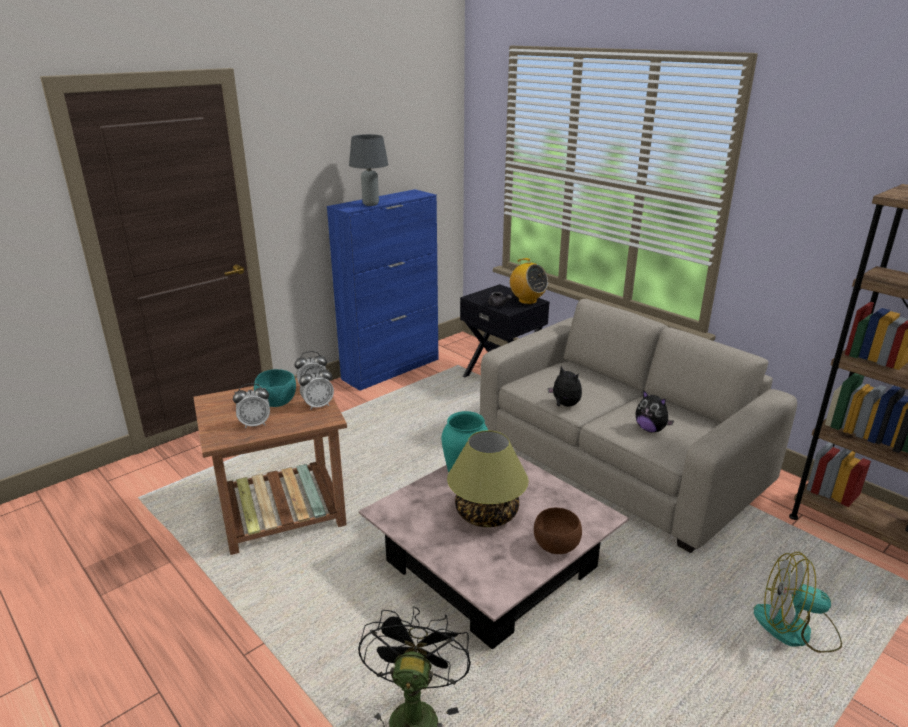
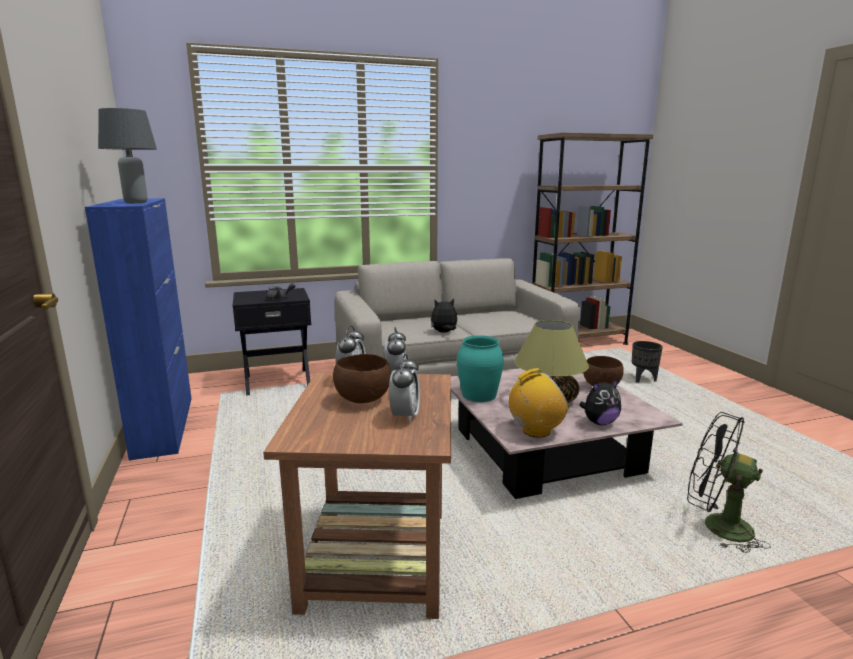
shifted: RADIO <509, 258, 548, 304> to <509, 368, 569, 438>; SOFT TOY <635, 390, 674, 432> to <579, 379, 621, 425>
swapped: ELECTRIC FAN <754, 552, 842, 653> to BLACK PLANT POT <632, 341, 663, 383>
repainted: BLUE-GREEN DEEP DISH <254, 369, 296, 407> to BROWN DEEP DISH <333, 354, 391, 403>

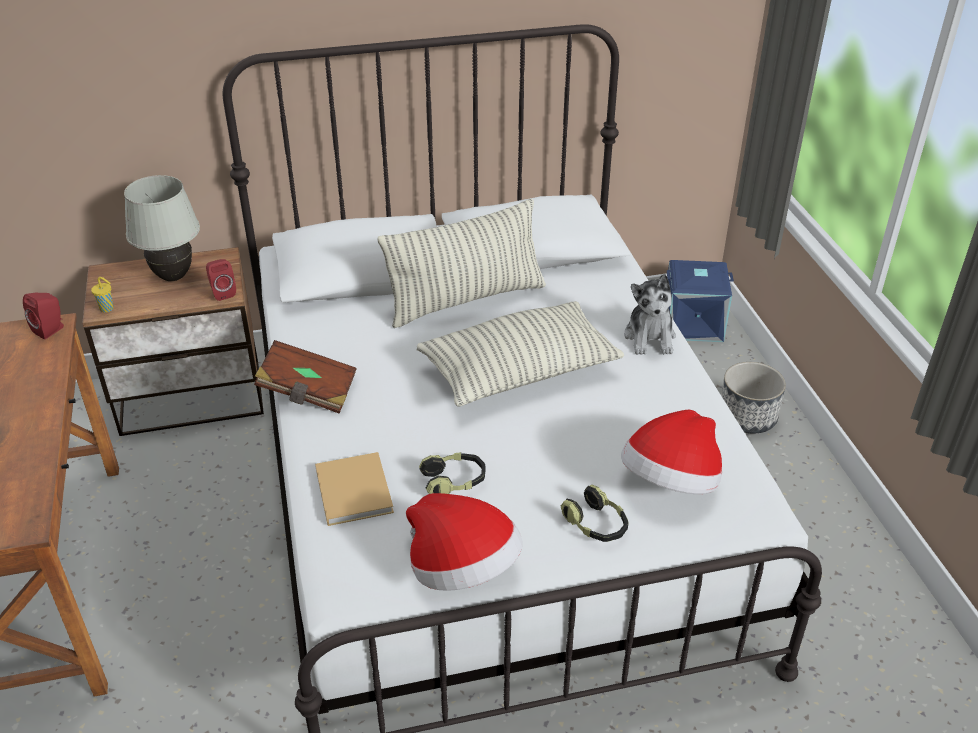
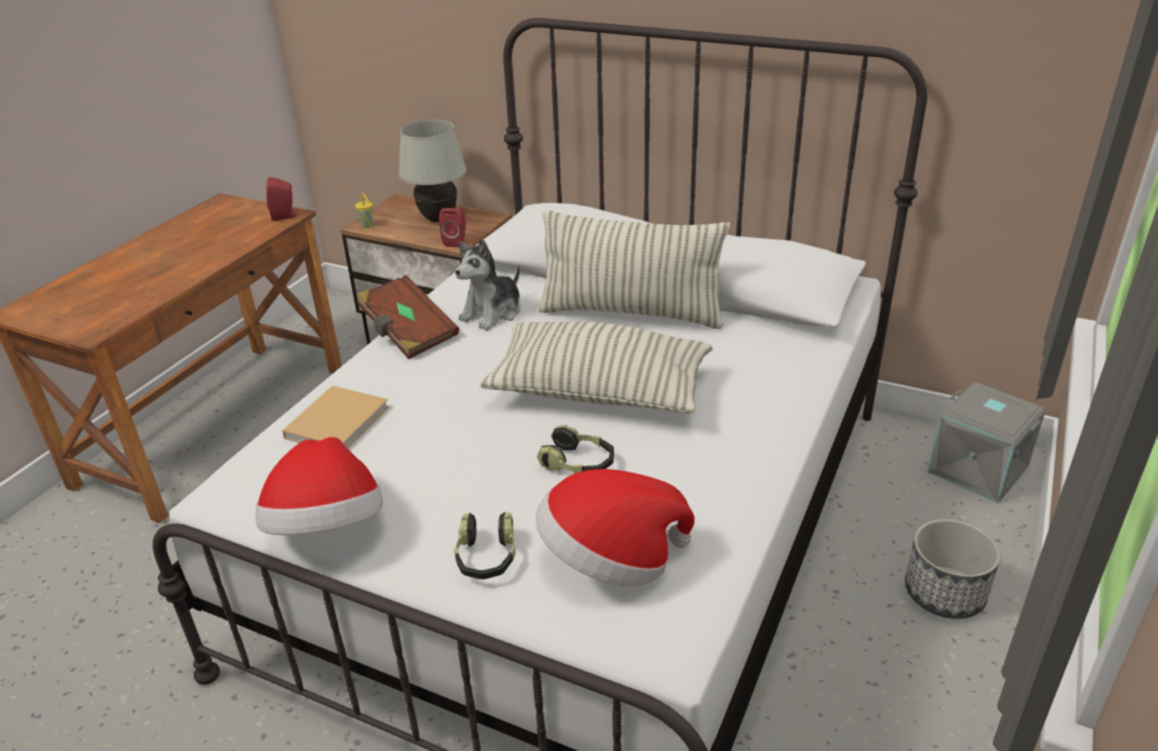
shifted: SOFT TOY <624, 274, 676, 355> to <455, 239, 520, 330>; HEADSET <419, 452, 486, 494> to <537, 425, 614, 473>
repainted: BLUE STORAGE CONTAINER <667, 260, 734, 342> to GREY STORAGE CONTAINER <927, 382, 1046, 503>

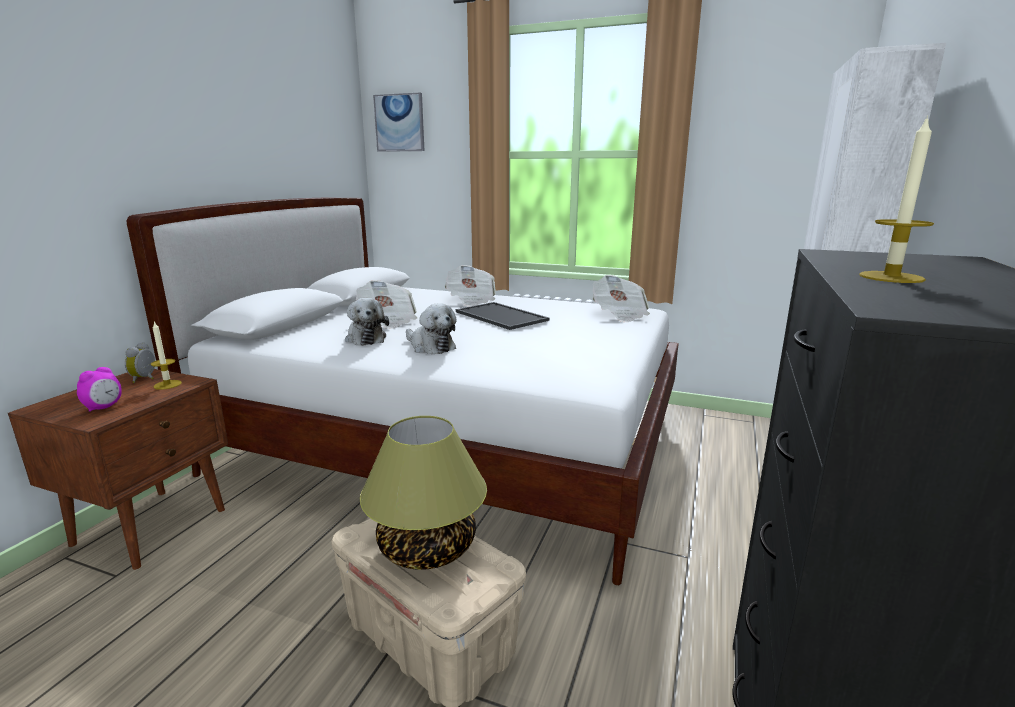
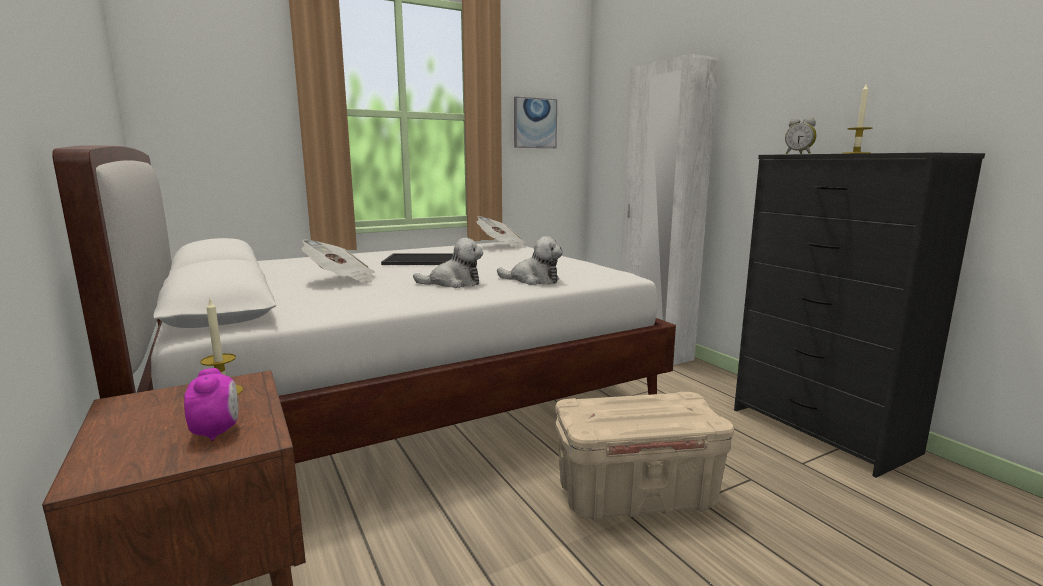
gone: LAMP FOR A TABLE <360, 416, 487, 570>; DAILY PAPER <445, 265, 496, 307>
shifted: SOFT TOY <345, 298, 389, 346> to <497, 236, 563, 285>; PICTURE <373, 93, 425, 152> to <514, 97, 557, 148>; ALARM CLOCK <125, 342, 155, 383> to <785, 118, 816, 154>

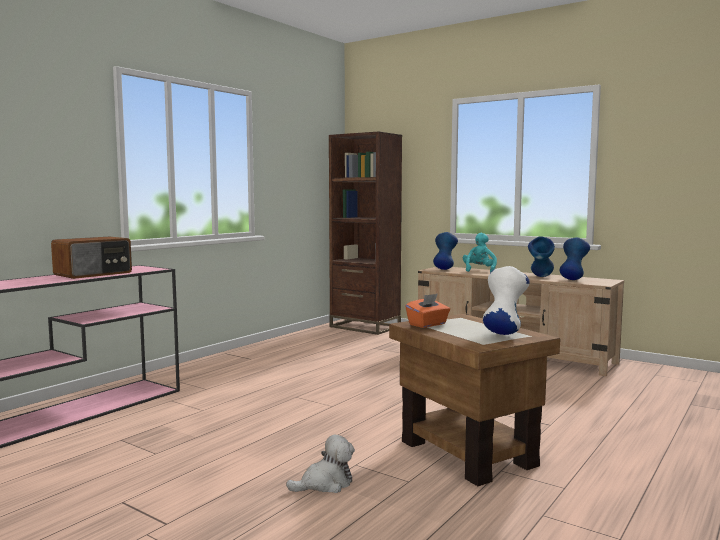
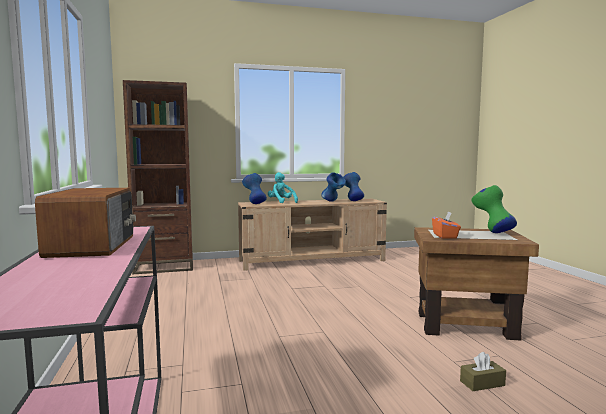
swapped: SOFT TOY <286, 435, 355, 493> to BROWN TISSUE HOLDER <460, 352, 506, 391>
repainted: WHITE DECORATIVE VASE <483, 266, 530, 335> to GREEN-COLOURED DECORATIVE VASE <471, 185, 517, 233>

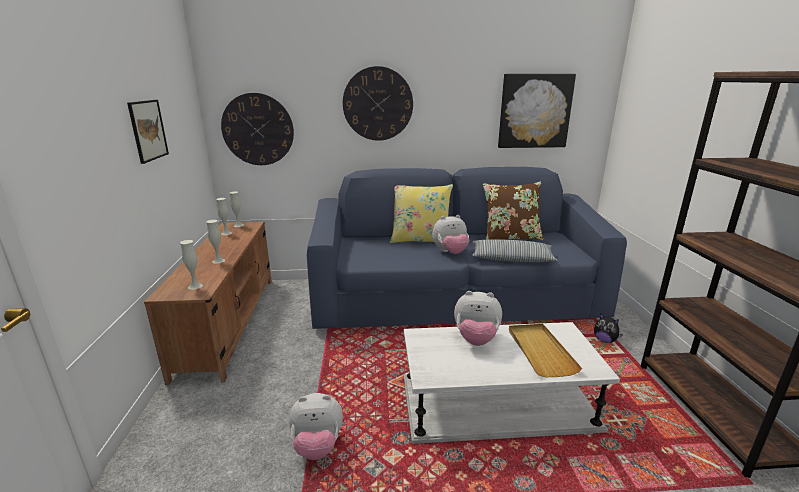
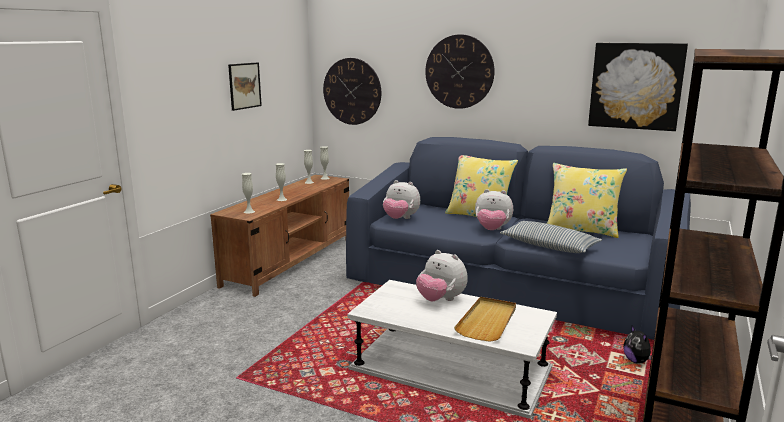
shifted: SOFT TOY <289, 393, 343, 460> to <383, 180, 420, 219>
repainted: BROWN CUSHION <483, 182, 544, 240> to YELLOWISH CUSHION <547, 163, 627, 238>

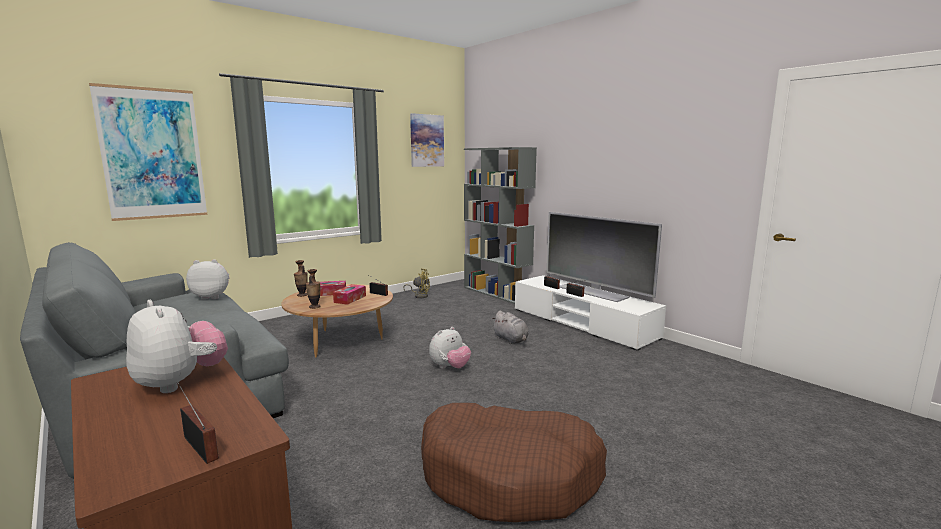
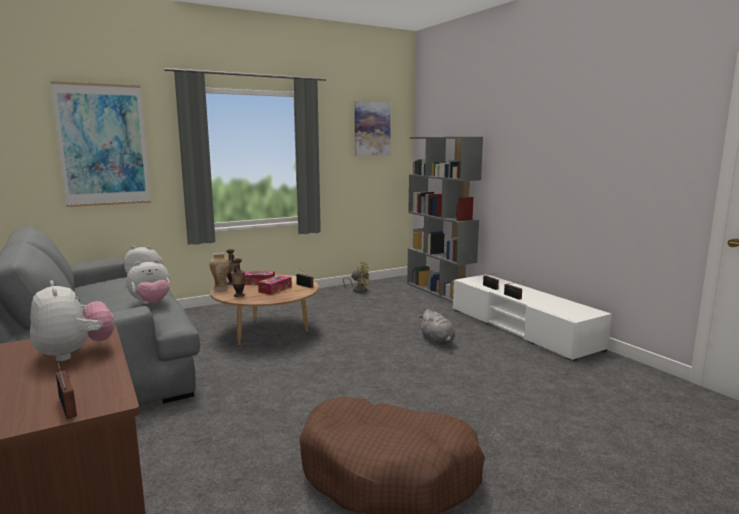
gone: TELEVISION <547, 212, 662, 302>
new: DECORATIVE VASE <209, 253, 229, 290>
shifted: SOFT TOY <429, 327, 471, 369> to <127, 259, 170, 304>

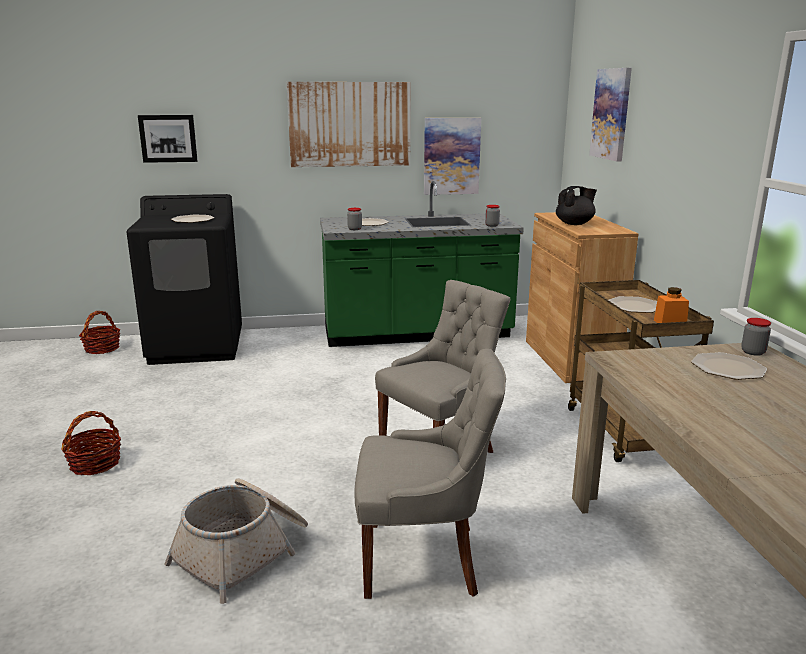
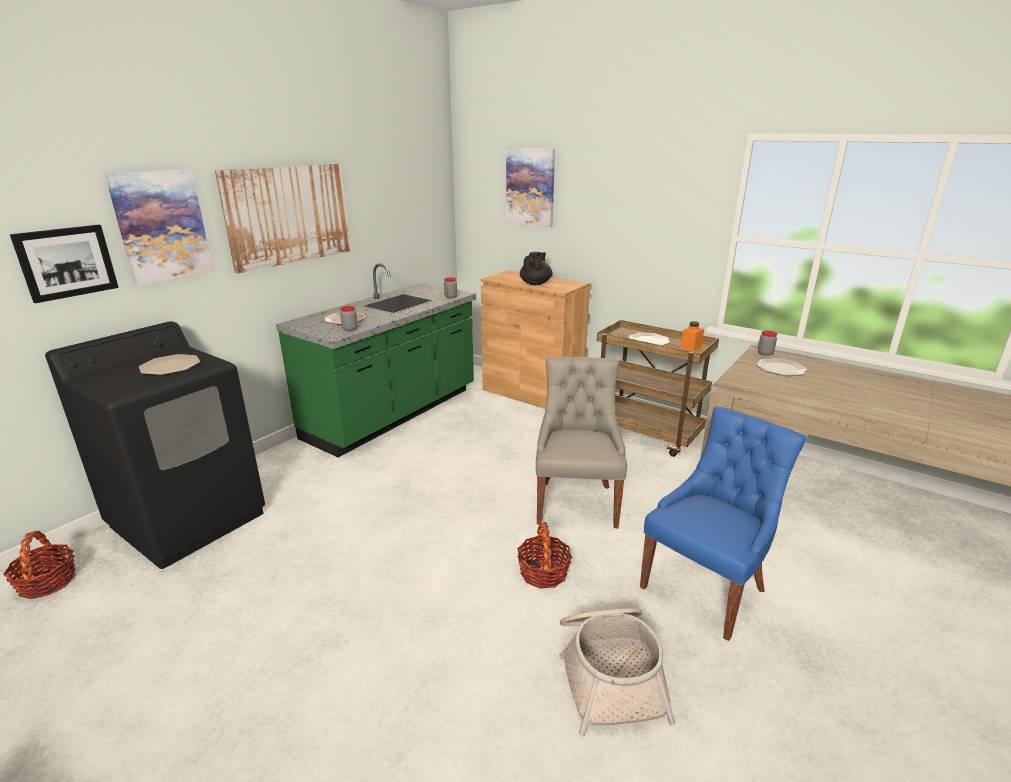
shifted: PICTURE <424, 118, 481, 195> to <105, 169, 213, 286>; HOUSEHOLD BASKET <61, 411, 121, 475> to <517, 522, 572, 589>
repainted: GREY CHAIR <354, 349, 506, 599> to BLUE CHAIR <640, 406, 807, 641>

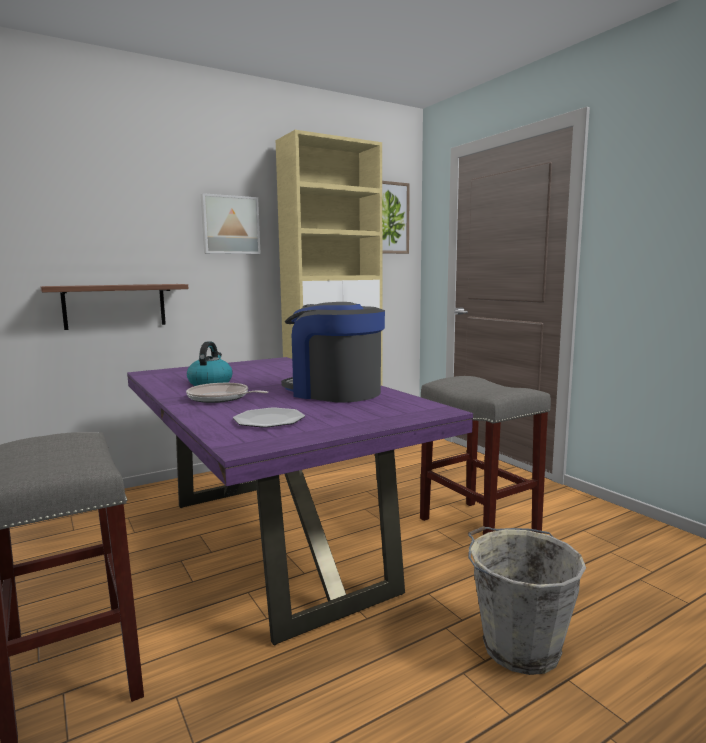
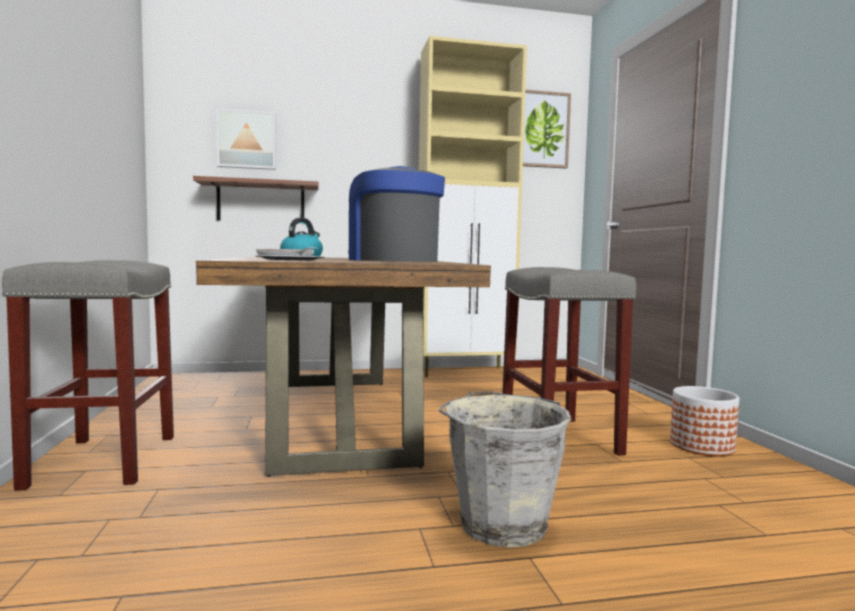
new: PLANT POT <670, 386, 739, 456>
shifted: PICTURE <201, 193, 261, 254> to <216, 108, 276, 170>
repainted: PURPLISH KITCHEN TABLE <127, 357, 473, 645> to BROWN KITCHEN TABLE <196, 256, 491, 477>

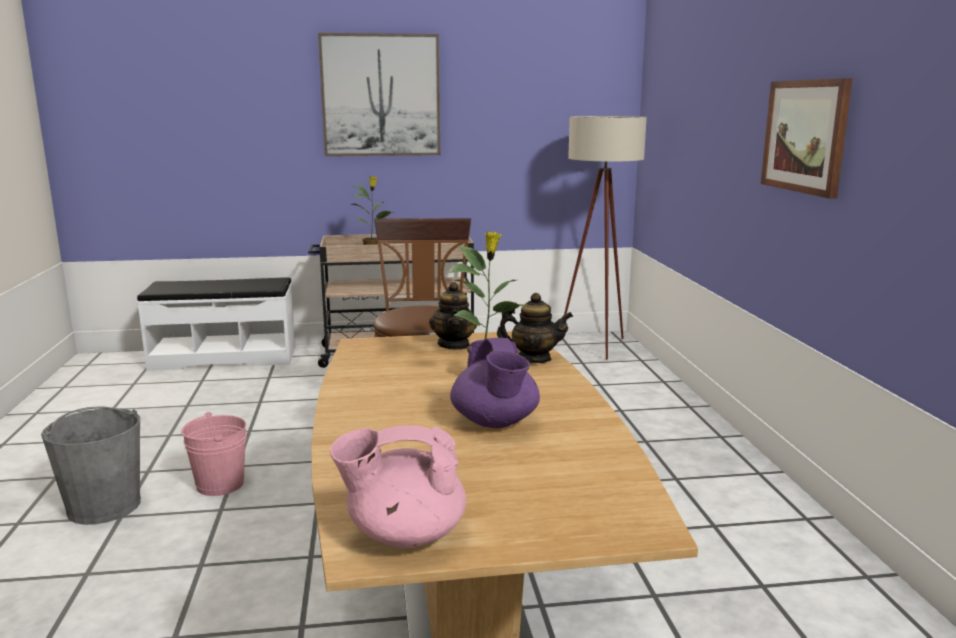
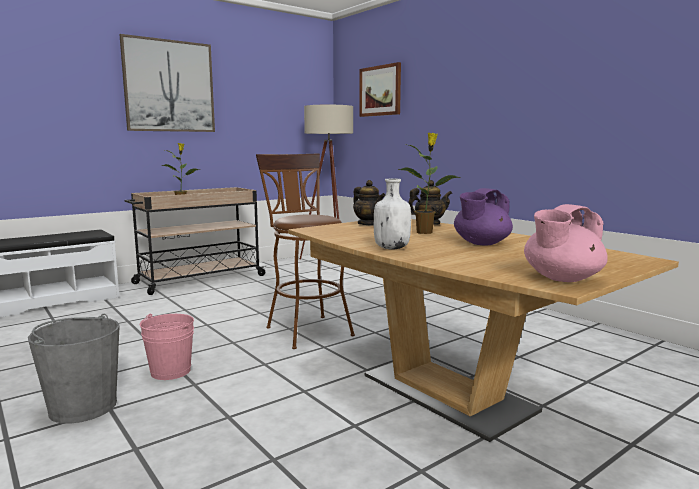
new: WHITE BOTTLE <374, 178, 411, 250>
shifted: PICTURE <761, 78, 853, 199> to <359, 62, 401, 117>
rotated: PURPLISH TEA POT <450, 338, 540, 428> = <454, 188, 513, 245> 90 degrees clockwise

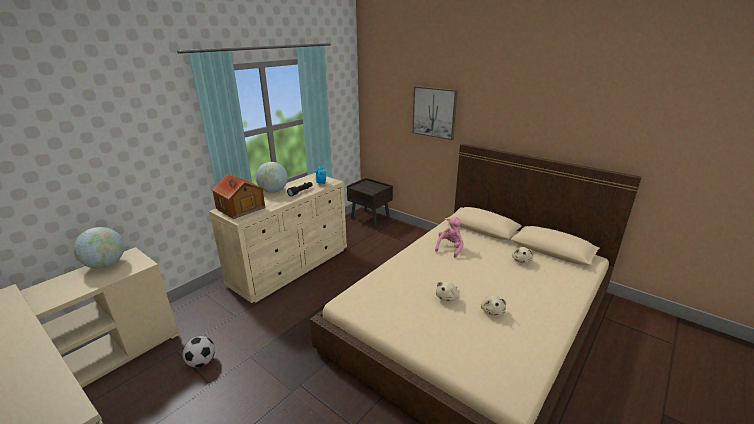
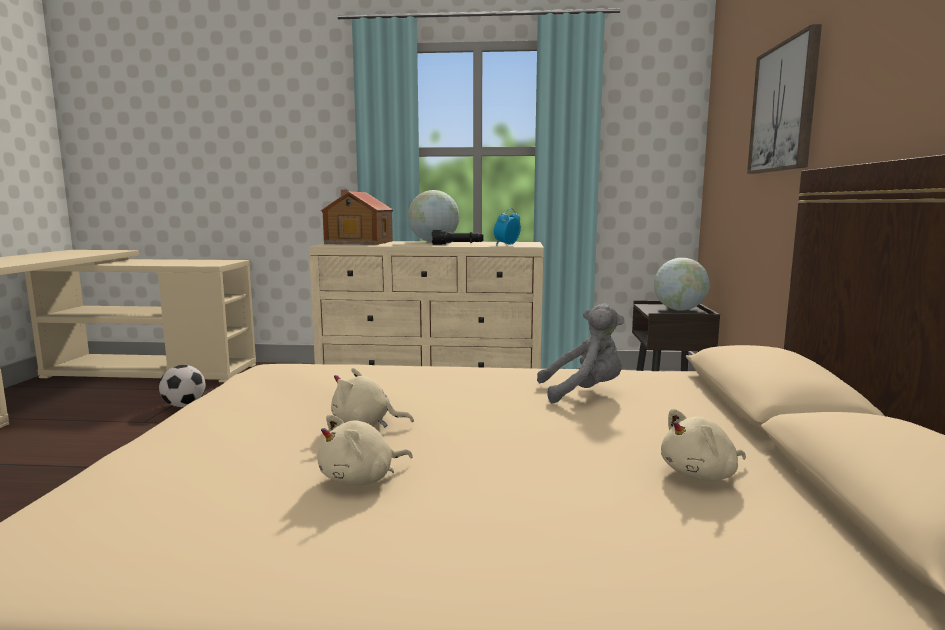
shifted: GLOBE <74, 227, 124, 268> to <654, 258, 709, 311>
repainted: PINK-COLOURED SOFT TOY <435, 217, 464, 258> to GREY SOFT TOY <537, 303, 624, 403>

